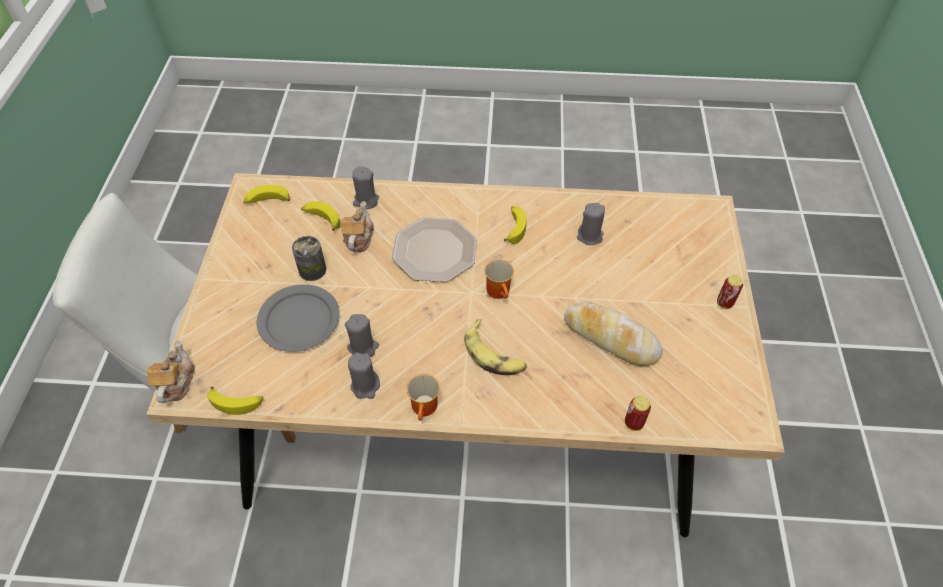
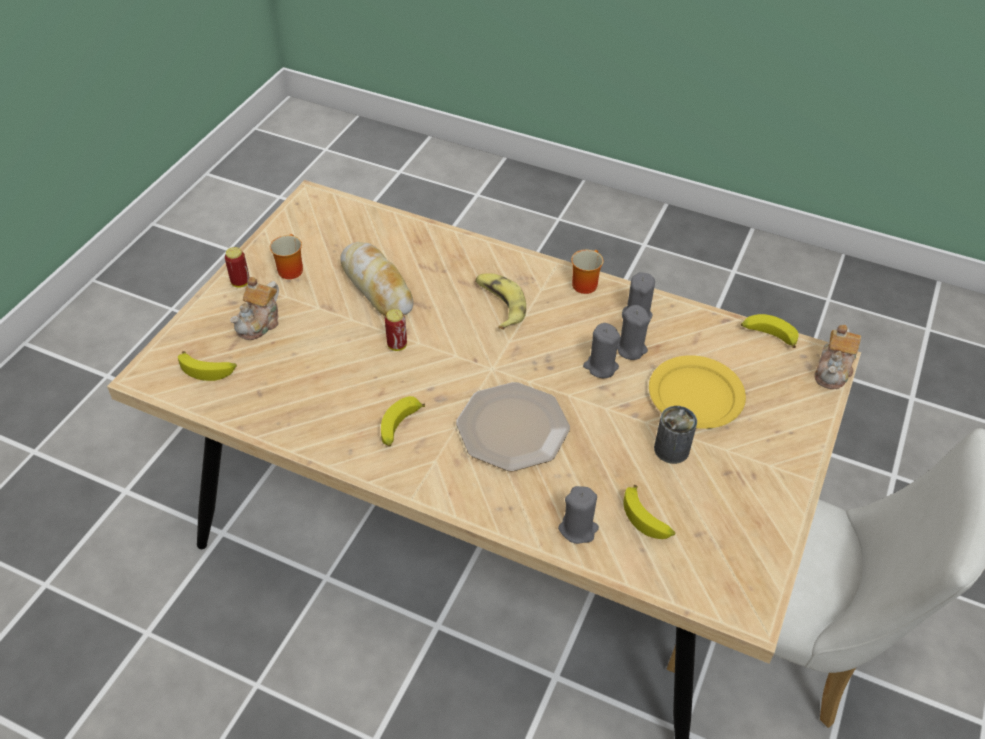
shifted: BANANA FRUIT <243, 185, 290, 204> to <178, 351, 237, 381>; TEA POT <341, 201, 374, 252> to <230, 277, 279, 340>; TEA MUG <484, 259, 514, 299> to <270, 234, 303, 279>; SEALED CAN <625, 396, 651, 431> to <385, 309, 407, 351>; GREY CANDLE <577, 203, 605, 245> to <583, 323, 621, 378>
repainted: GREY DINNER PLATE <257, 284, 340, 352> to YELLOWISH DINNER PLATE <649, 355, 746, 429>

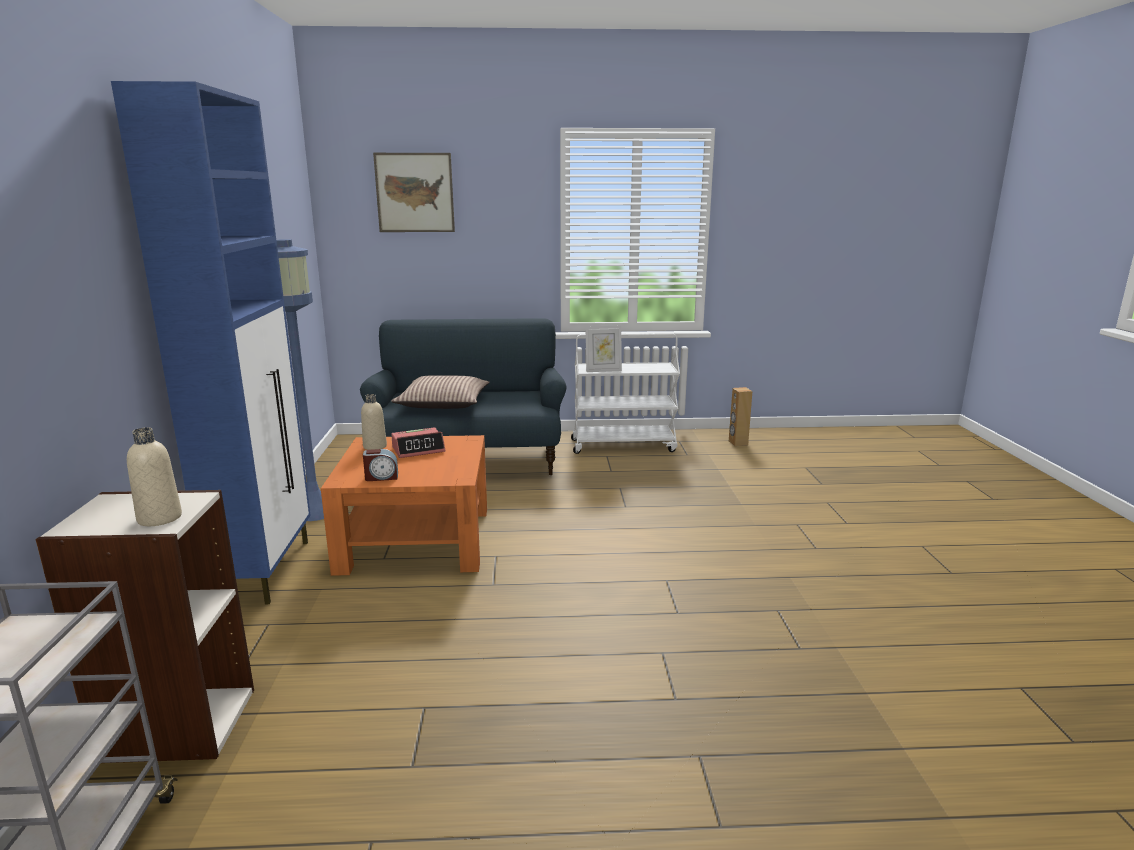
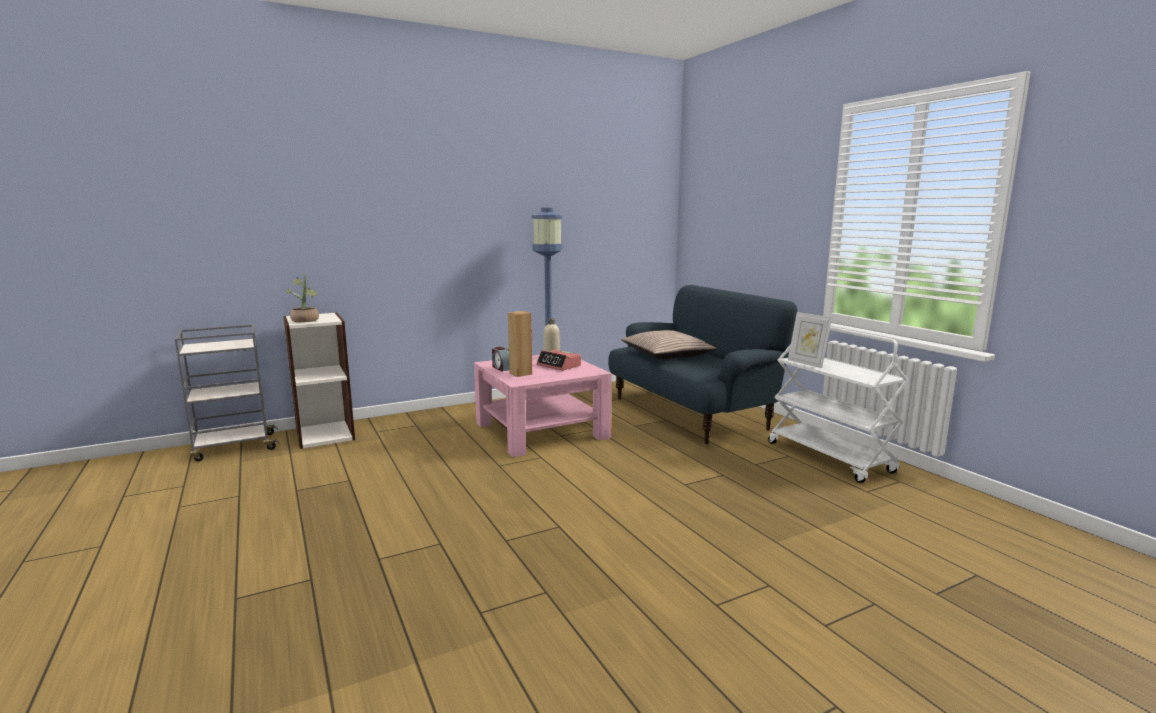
gone: BLUE STORAGE CABINET <111, 81, 311, 604>; PICTURE <373, 153, 455, 232>
shifted: BROWN AUDIO SPEAKER <729, 387, 752, 446> to <508, 311, 532, 377>
swapped: SAND-COLOURED BOTTLE <127, 427, 182, 526> to POTTED PLANT <285, 274, 319, 323>
repainted: ORANGE COFFEE TABLE <321, 435, 487, 576> to PINK-COLOURED COFFEE TABLE <474, 355, 612, 458>

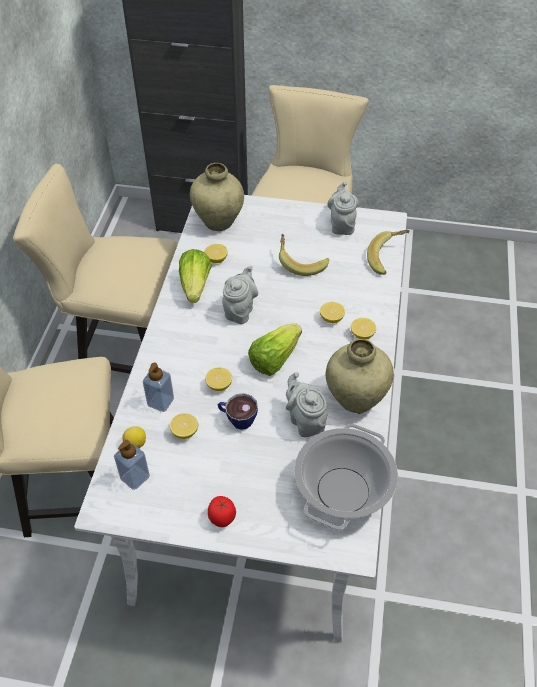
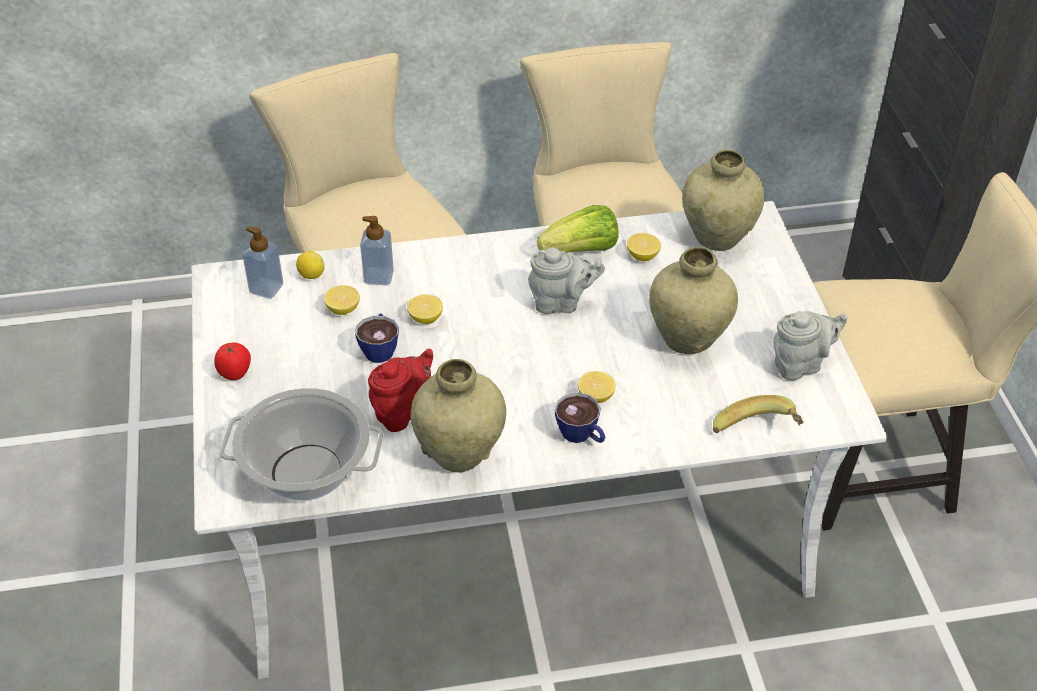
gone: LETTUCE <248, 324, 302, 376>
swapped: CITRUS FRUIT <351, 318, 376, 340> to CUP <555, 392, 605, 443>; BANANA FRUIT <279, 234, 329, 276> to SAND-COLOURED DECORATIVE VASE <649, 247, 738, 354>
repainted: GREY TEA POT <286, 372, 327, 437> to REDDISH TEA POT <368, 349, 433, 432>

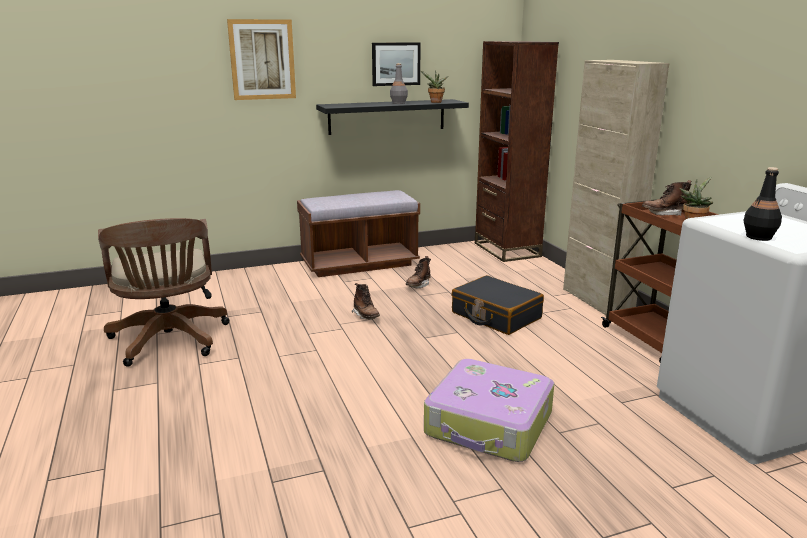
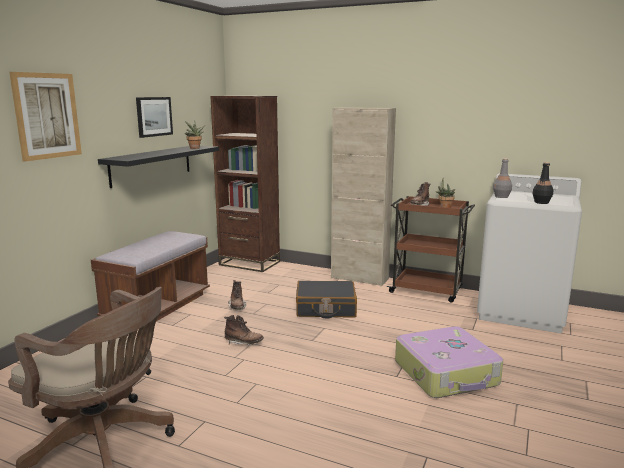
shifted: GREY BOTTLE <390, 63, 408, 104> to <493, 158, 512, 198>

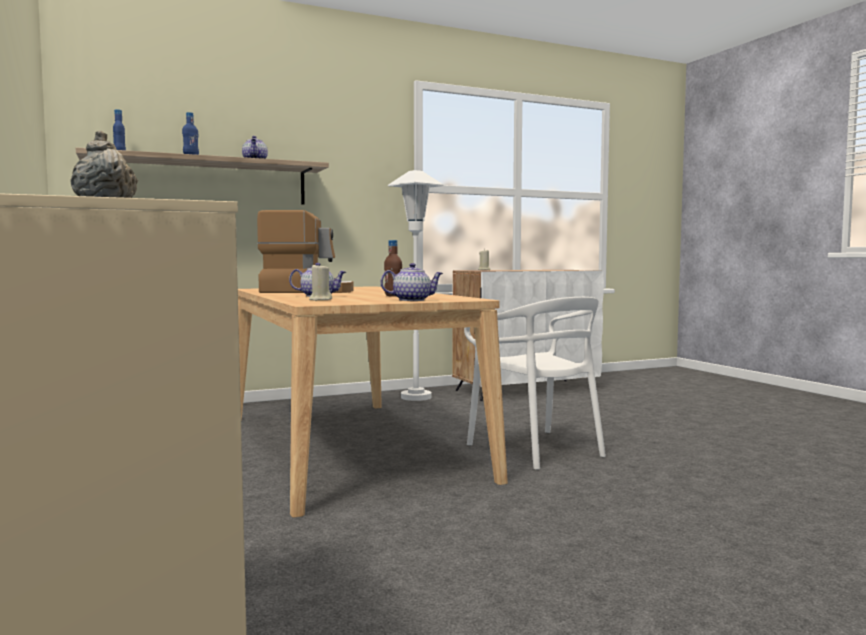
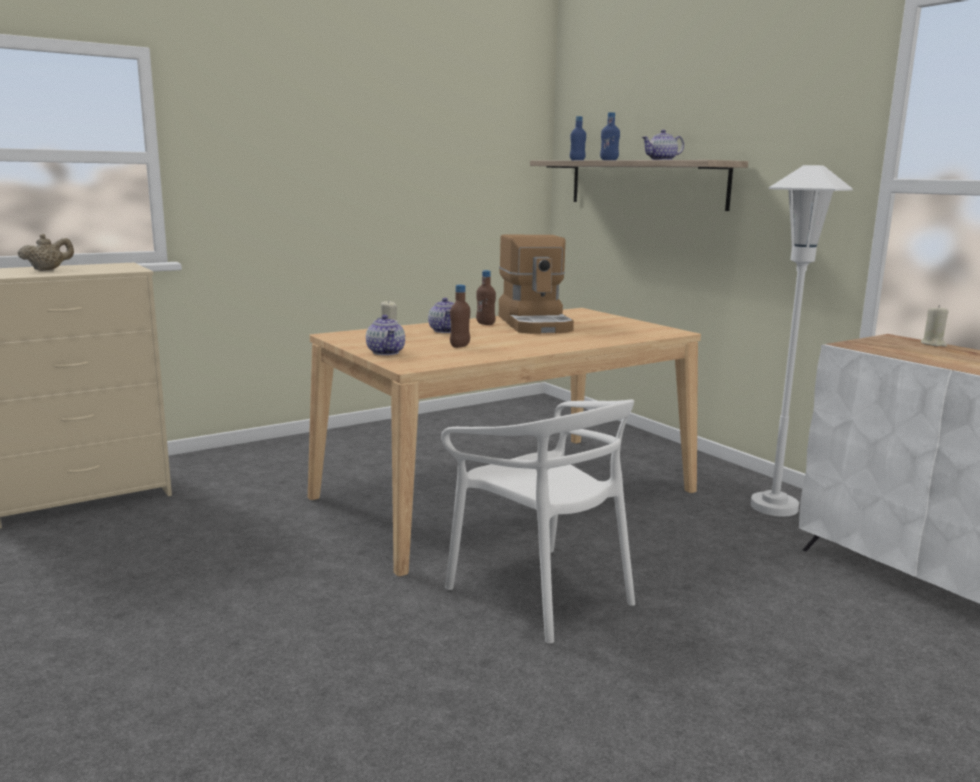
new: BROWN BOTTLE <476, 270, 496, 325>
rotated: WHITE CHAIR <464, 297, 606, 470> = <441, 400, 635, 644> 90 degrees counterclockwise

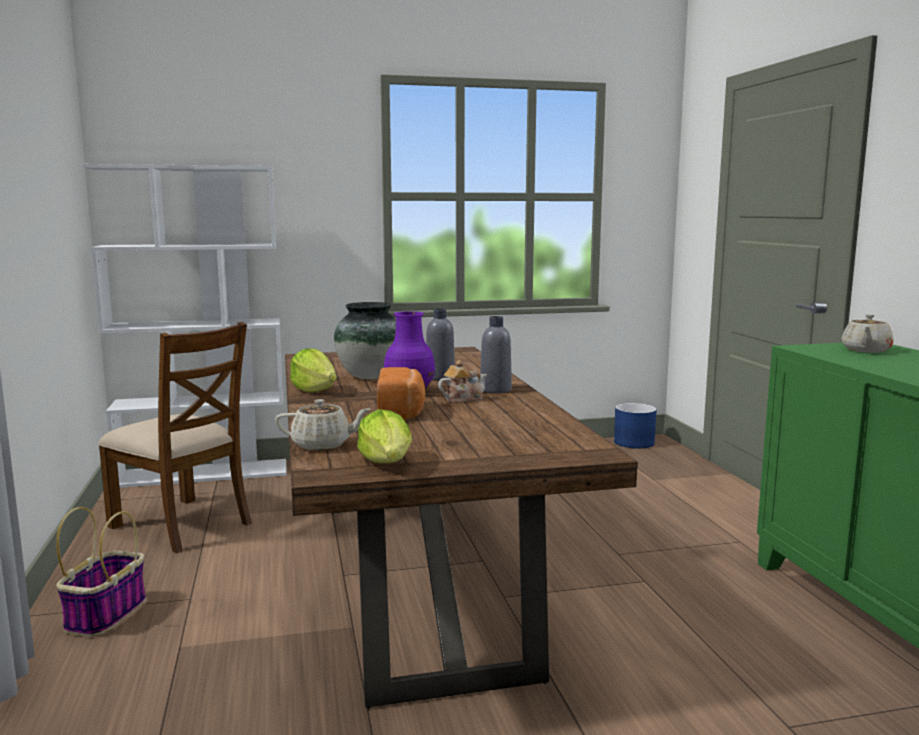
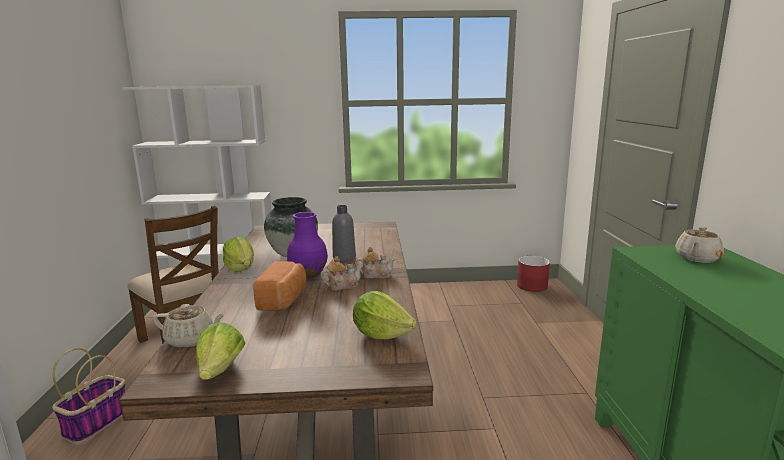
new: LETTUCE <353, 291, 417, 339>
swapped: GREY BOTTLE <480, 316, 512, 393> to TEA POT <355, 247, 395, 279>
repainted: BLUE PLANT POT <614, 403, 657, 449> to REDDISH PLANT POT <517, 256, 550, 292>

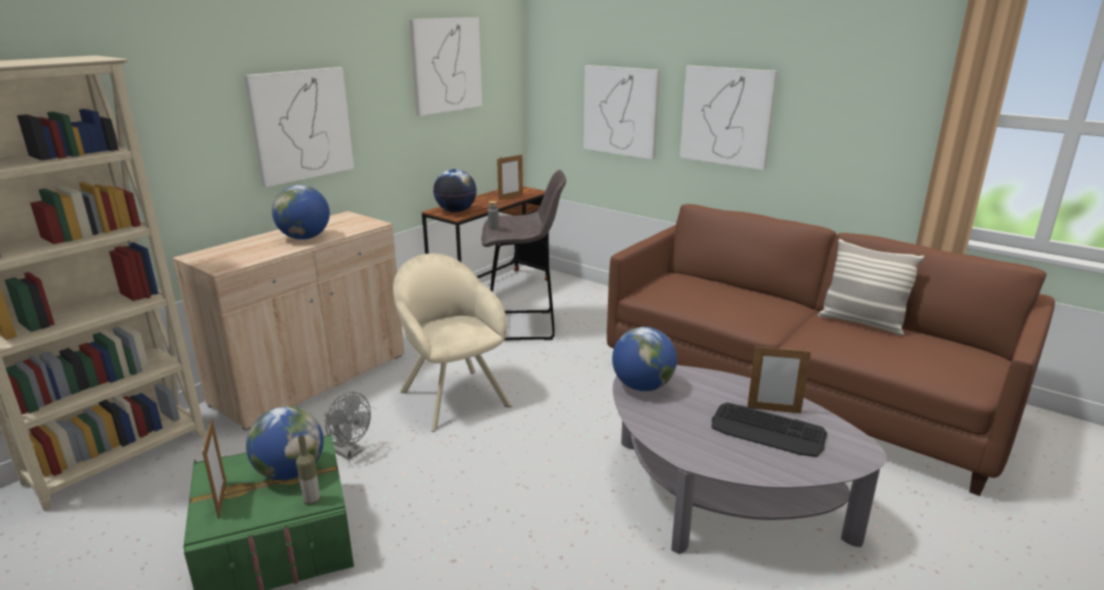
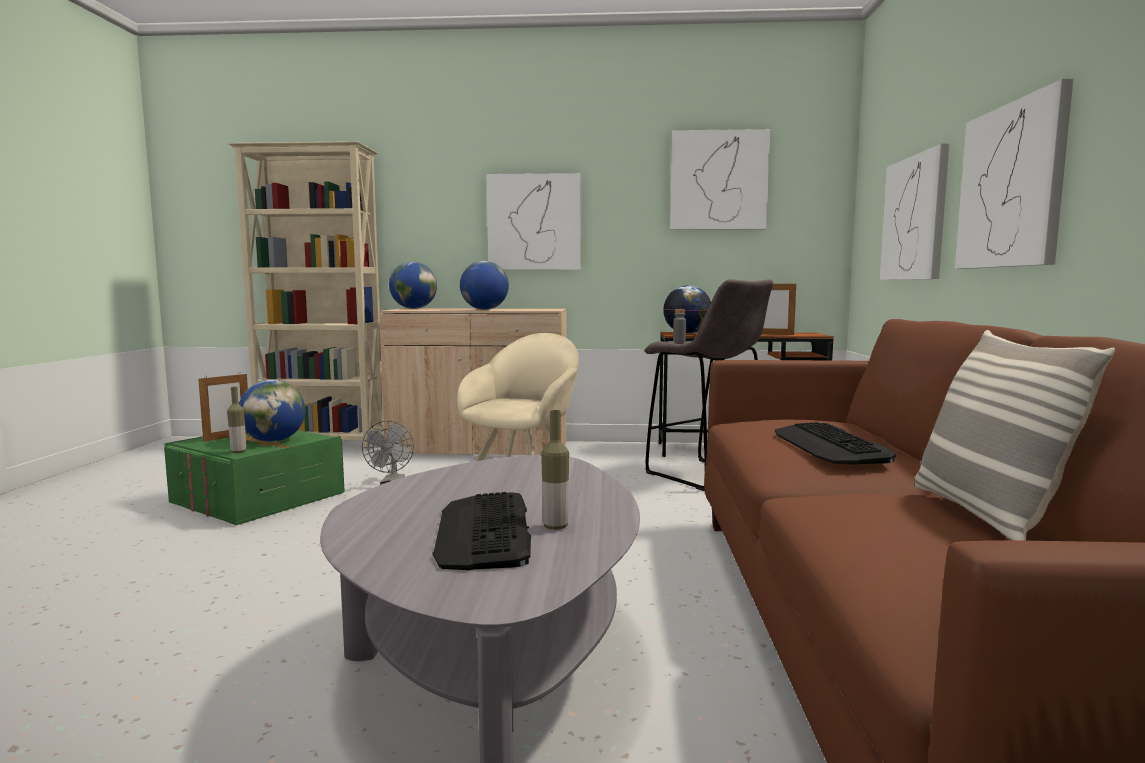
new: COMPUTER KEYBOARD <775, 422, 896, 465>
shifted: GLOBE <612, 327, 677, 391> to <389, 262, 437, 309>
swapped: STANDING FRAME <747, 345, 811, 414> to BOTTLE <541, 410, 569, 530>

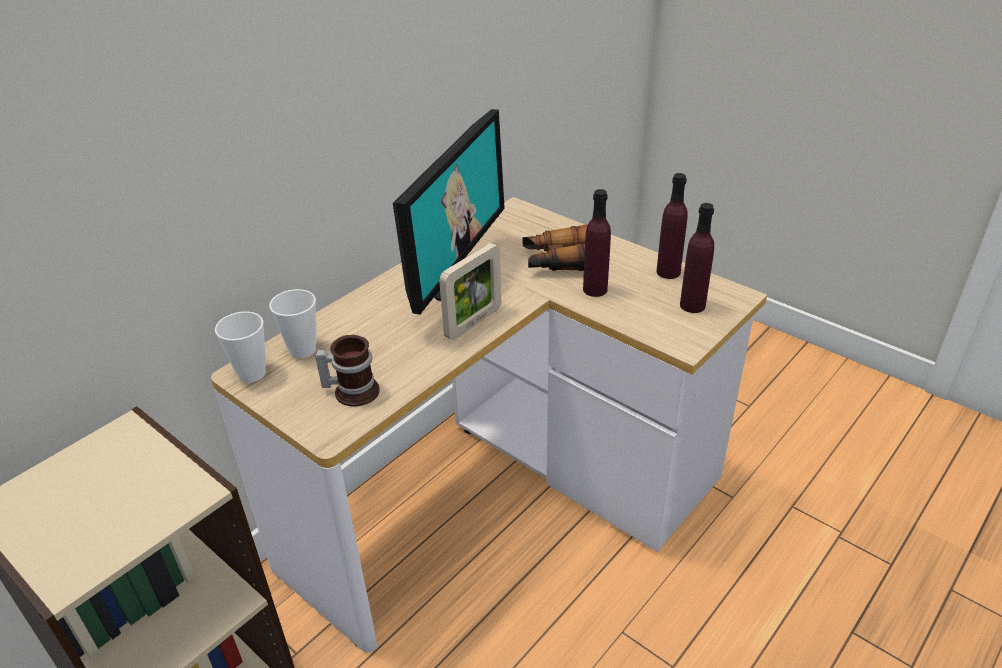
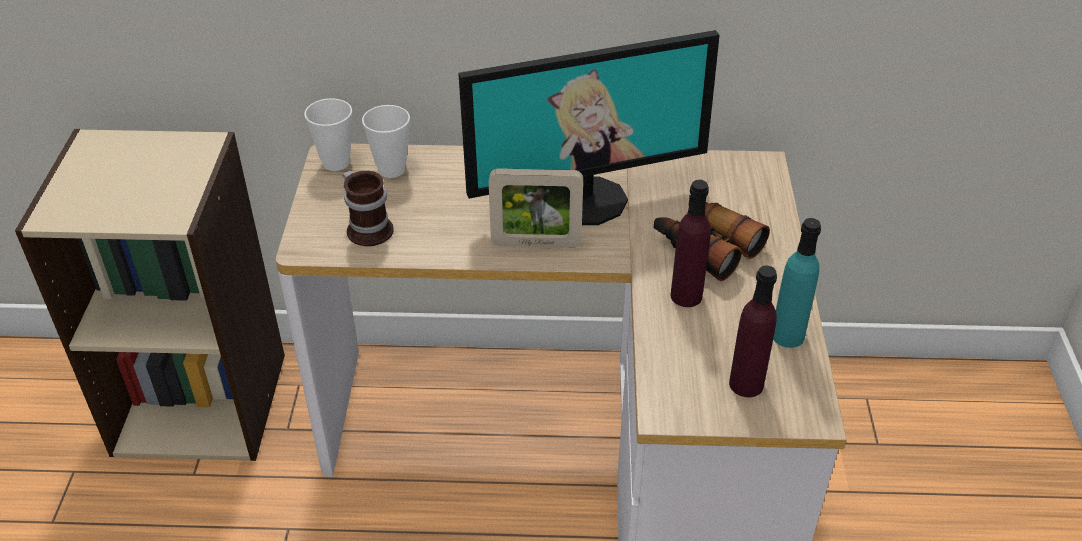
repainted: PURPLISH BOTTLE <657, 173, 688, 279> to BLUE-GREEN BOTTLE <773, 218, 821, 348>

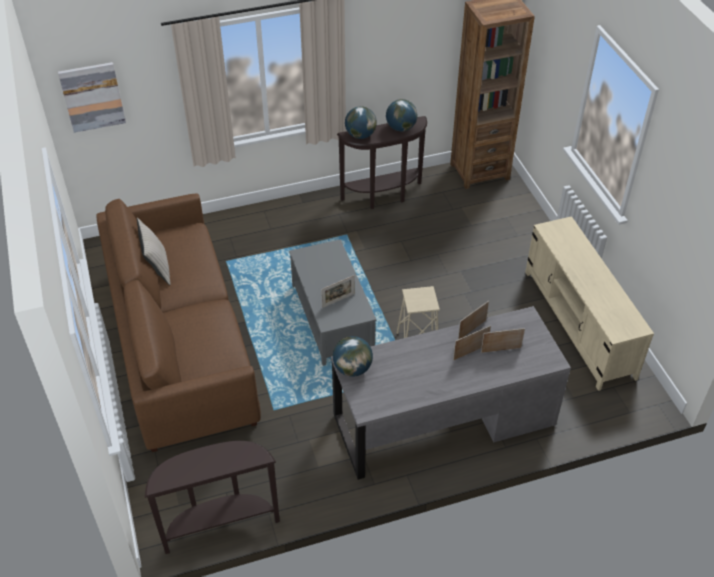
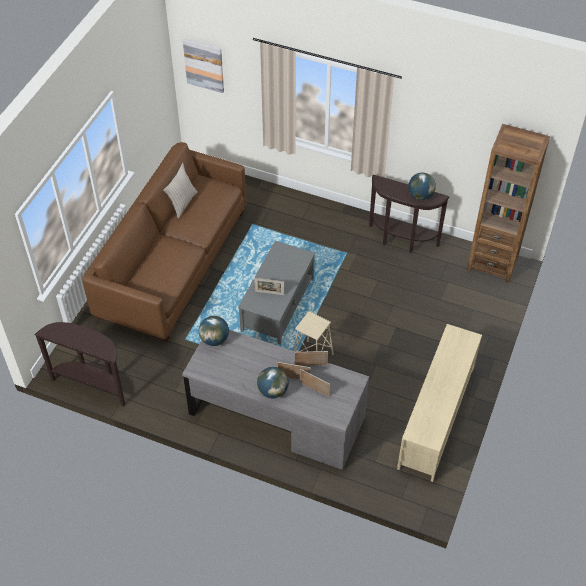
shifted: GLOBE <345, 106, 377, 139> to <257, 367, 289, 398>

